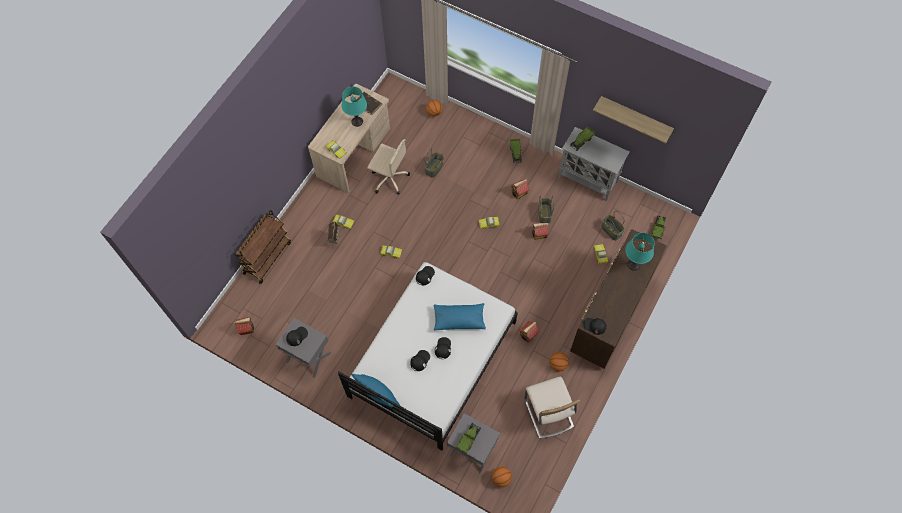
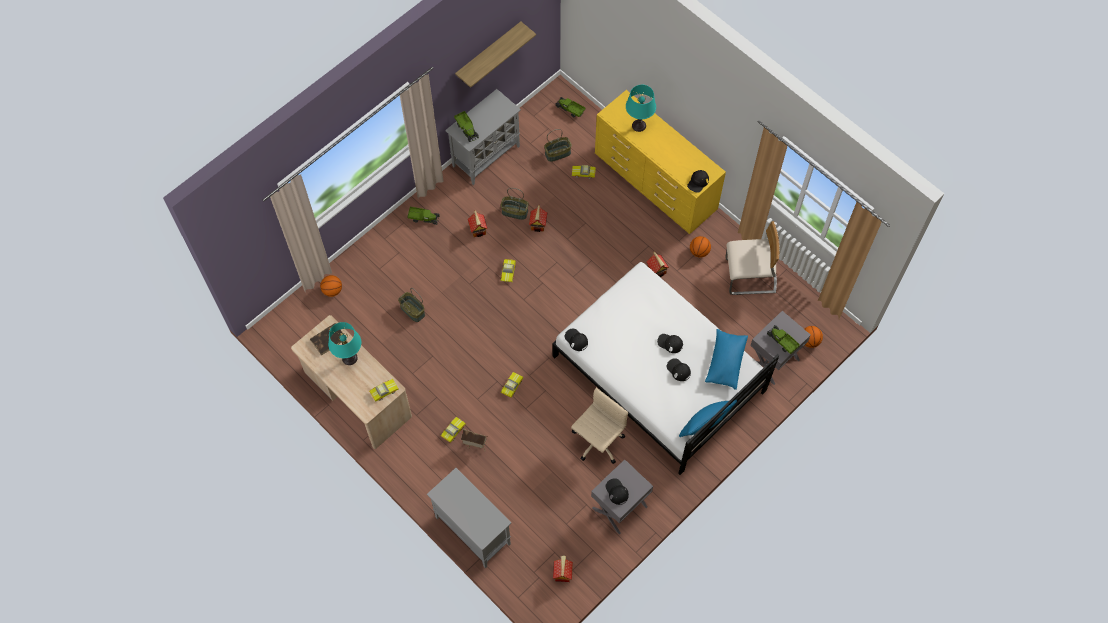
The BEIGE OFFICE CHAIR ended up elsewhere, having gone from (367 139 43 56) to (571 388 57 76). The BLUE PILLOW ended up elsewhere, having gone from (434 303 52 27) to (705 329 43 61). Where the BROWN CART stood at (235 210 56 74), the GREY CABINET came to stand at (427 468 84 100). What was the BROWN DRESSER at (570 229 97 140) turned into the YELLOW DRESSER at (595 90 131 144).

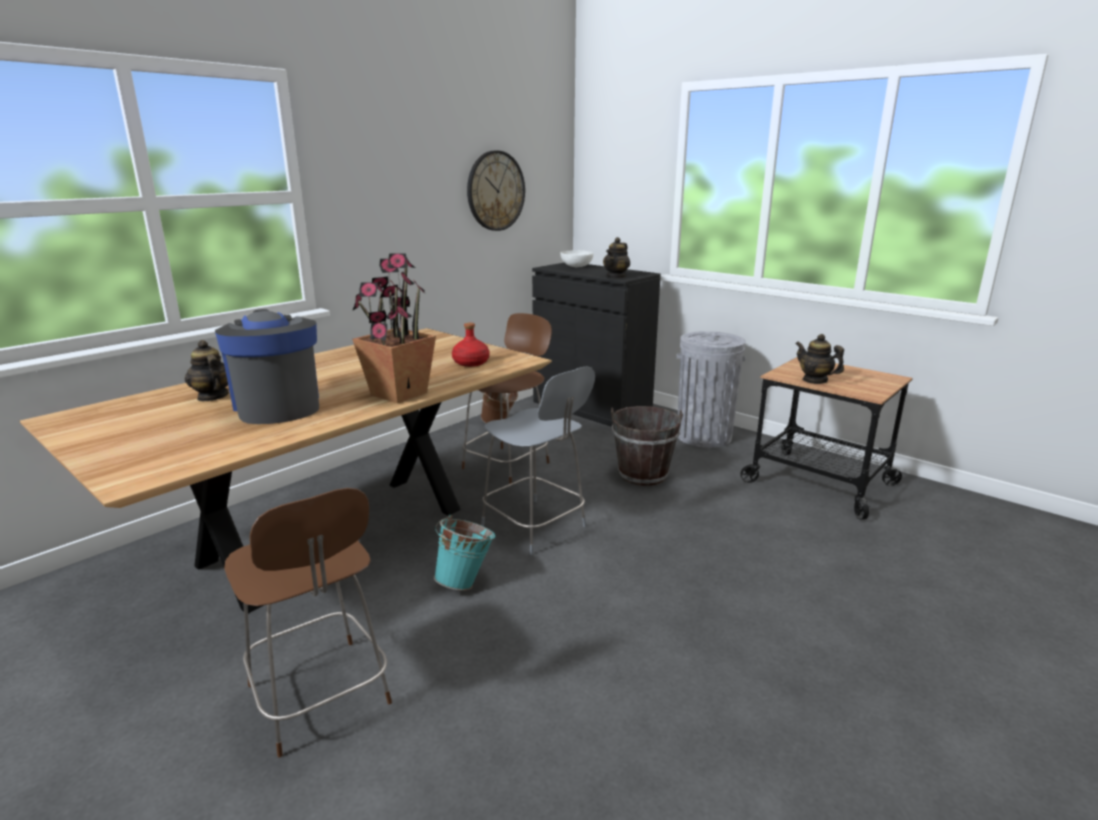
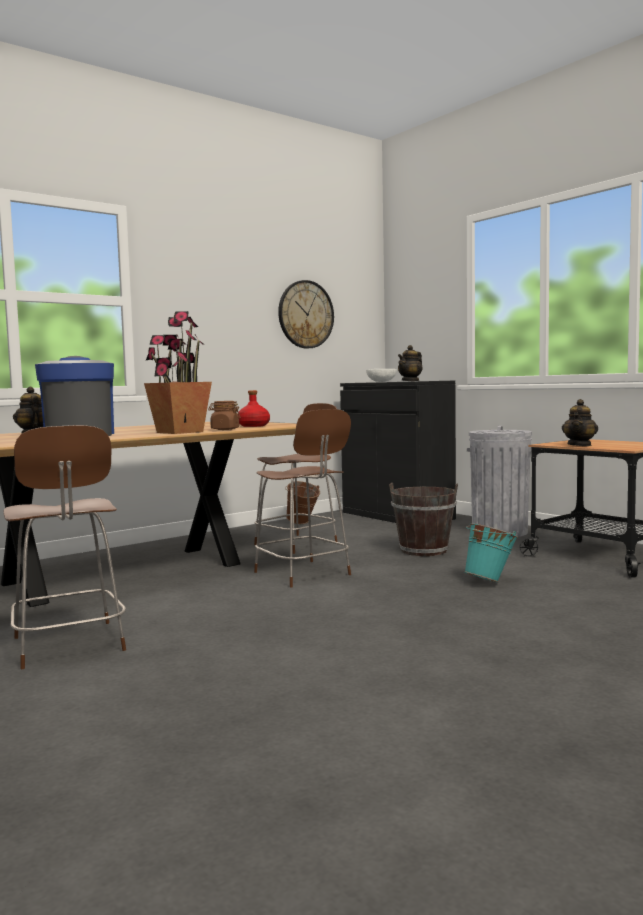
The second view gained the BROWN JAR at (208 401 32 29). The TURQUOISE BUCKET ended up elsewhere, having gone from (434 515 61 75) to (464 523 54 59). What was the GREY CHAIR at (481 366 114 189) turned into the BROWN CHAIR at (254 409 97 178). The TEAPOT at (796 334 48 50) ended up facing another way, 120 degrees counterclockwise from before.

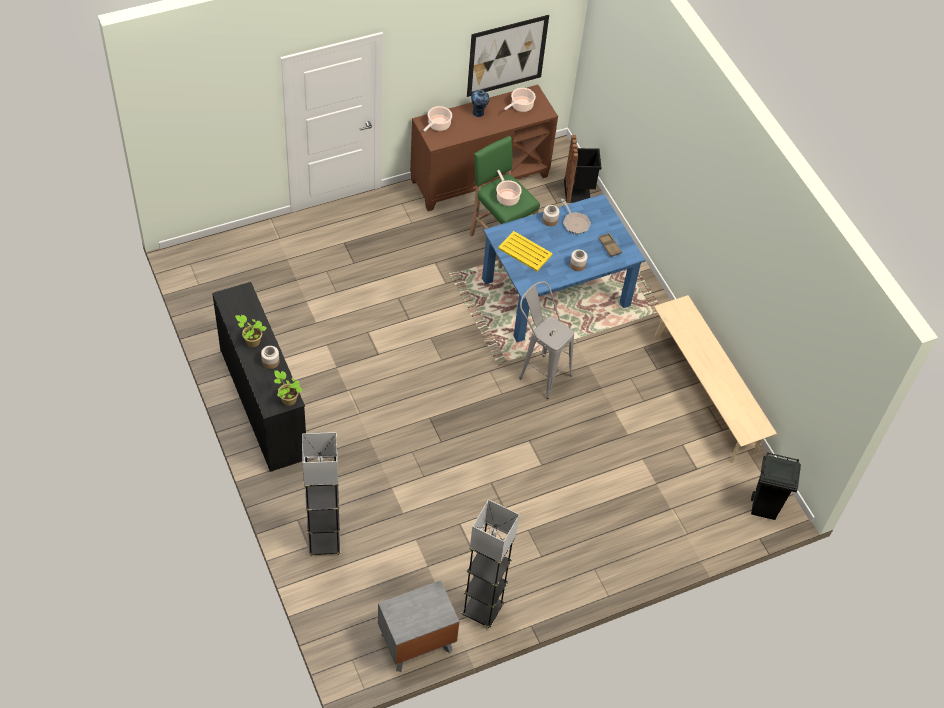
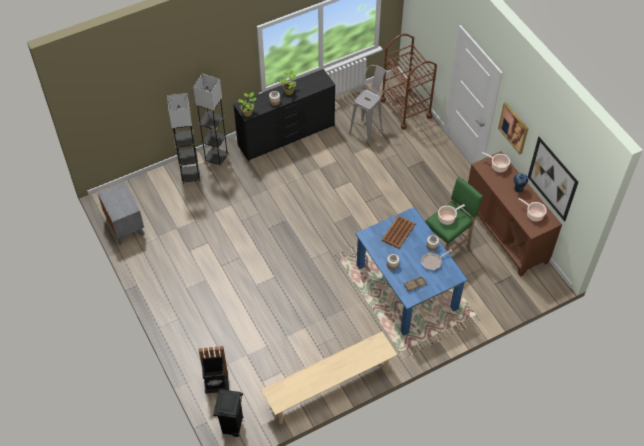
The second view gained the BROWN CART at (381 34 56 96). The second view gained the PICTURE at (498 102 30 52). The GREY FLOOR LAMP ended up elsewhere, having gone from (461 499 59 129) to (193 74 36 93). The GREY STOOL ended up elsewhere, having gone from (519 281 55 118) to (349 65 41 80). The BLACK TRASH CAN ended up elsewhere, having gone from (564 135 37 68) to (199 346 30 48). What was the YELLOW TRAY at (498 231 54 40) turned into the BROWN TRAY at (382 215 33 34).

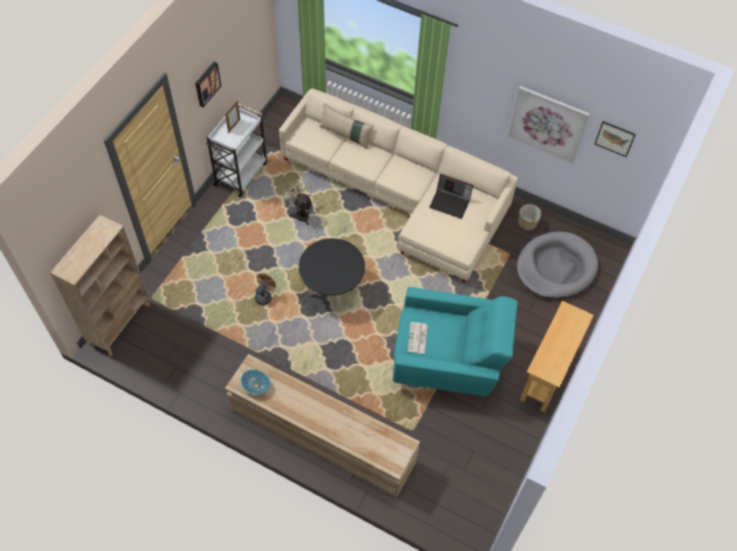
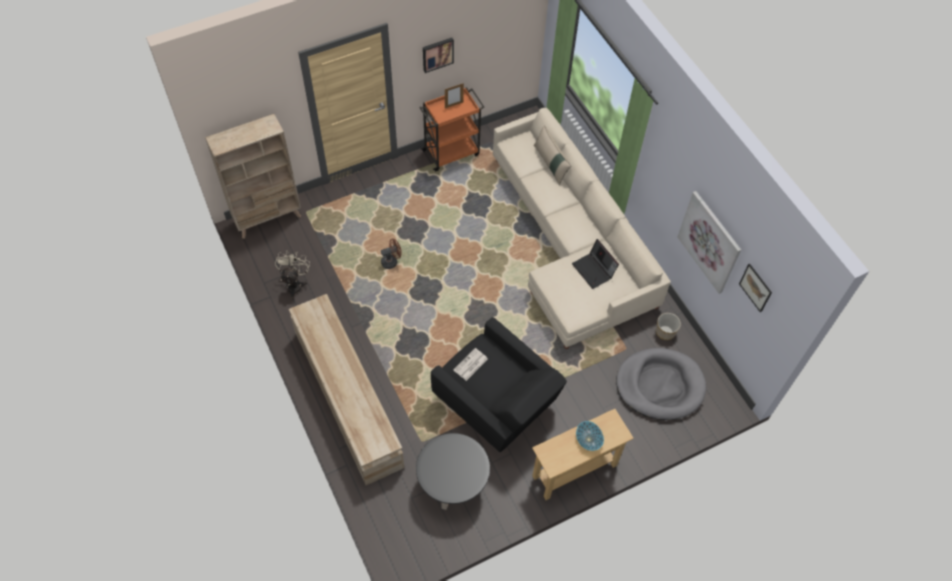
The BOWL ended up elsewhere, having gone from (241 369 29 26) to (576 421 28 30). The BEIGE FAN ended up elsewhere, having gone from (280 179 33 46) to (275 250 35 49). The BLACK COFFEE TABLE ended up elsewhere, having gone from (299 238 66 71) to (416 433 74 77). What was the WHITE CART at (206 104 61 94) turned into the ORANGE CART at (419 87 65 85). What was the TURQUOISE ARMCHAIR at (393 287 125 109) turned into the BLACK ARMCHAIR at (431 317 136 135).

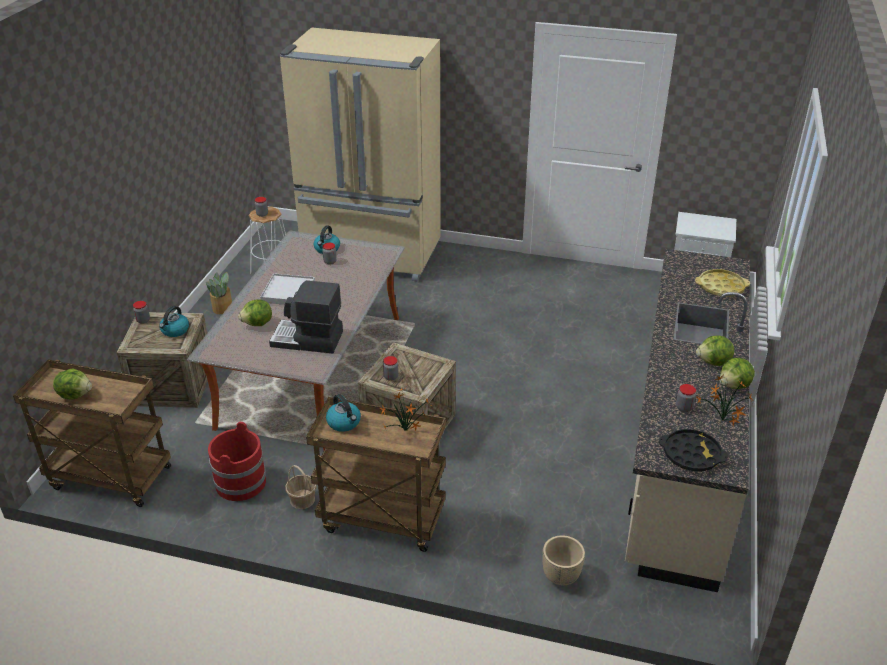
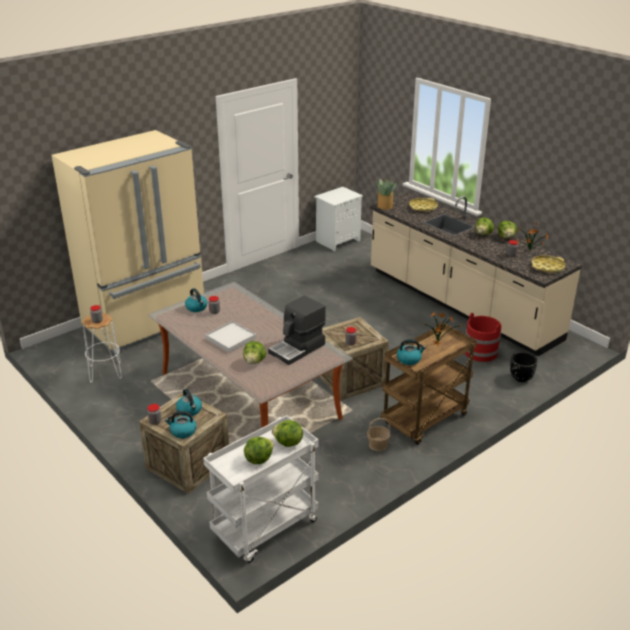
The second view gained the KETTLE at (165 411 31 27). The second view gained the LETTUCE at (272 420 31 27). The POTTED PLANT ended up elsewhere, having gone from (206 272 26 42) to (376 179 21 31). The RED BUCKET ended up elsewhere, having gone from (208 422 58 79) to (465 313 36 49). What was the BROWN CART at (13 360 158 147) turned into the WHITE CART at (203 415 116 148). What was the BEIGE PLANTER at (542 535 43 50) turned into the BLACK PLANTER at (510 352 27 30). What was the BLACK TRAY at (659 429 69 42) turned into the YELLOW TRAY at (531 255 34 18).

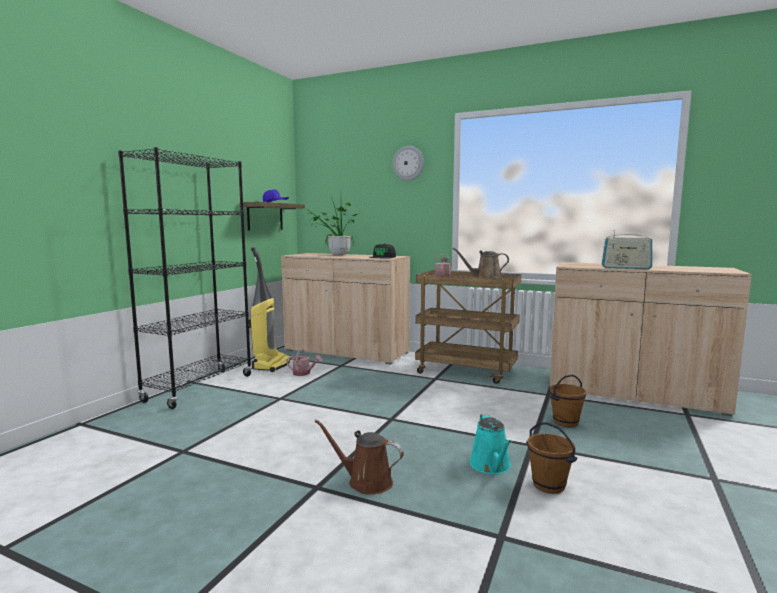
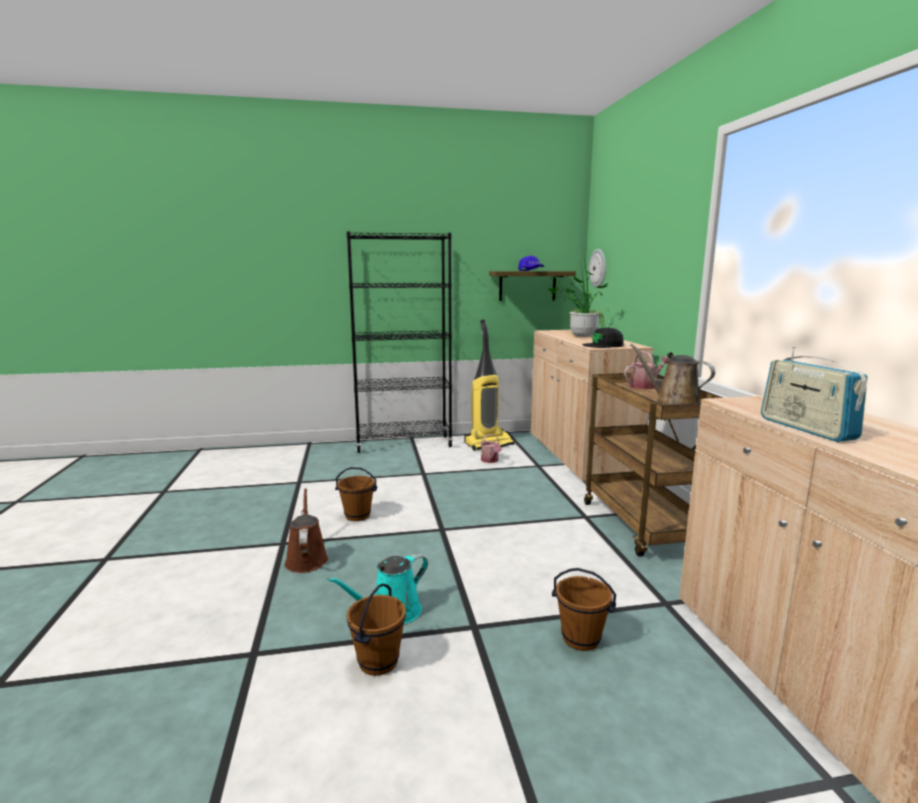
The second view gained the BROWN BUCKET at (335 467 42 54). The WALL CLOCK ended up elsewhere, having gone from (393 146 31 35) to (589 249 17 39).

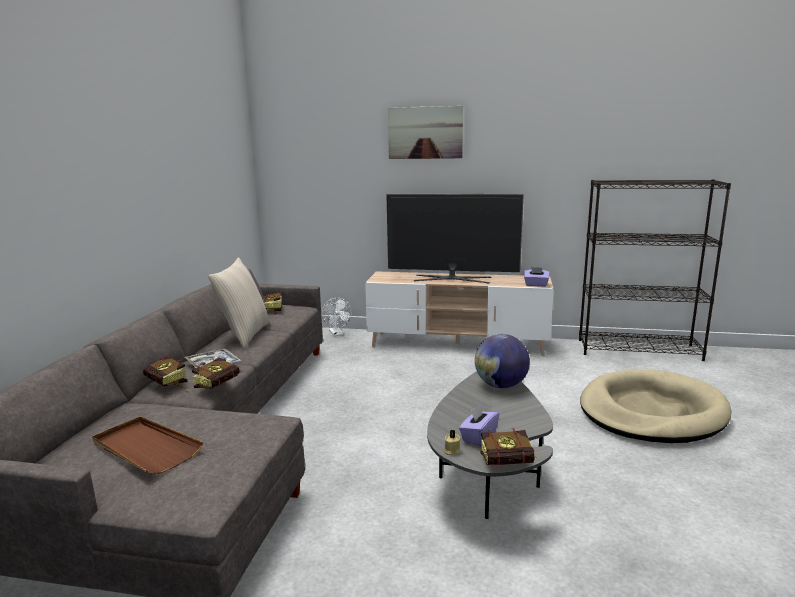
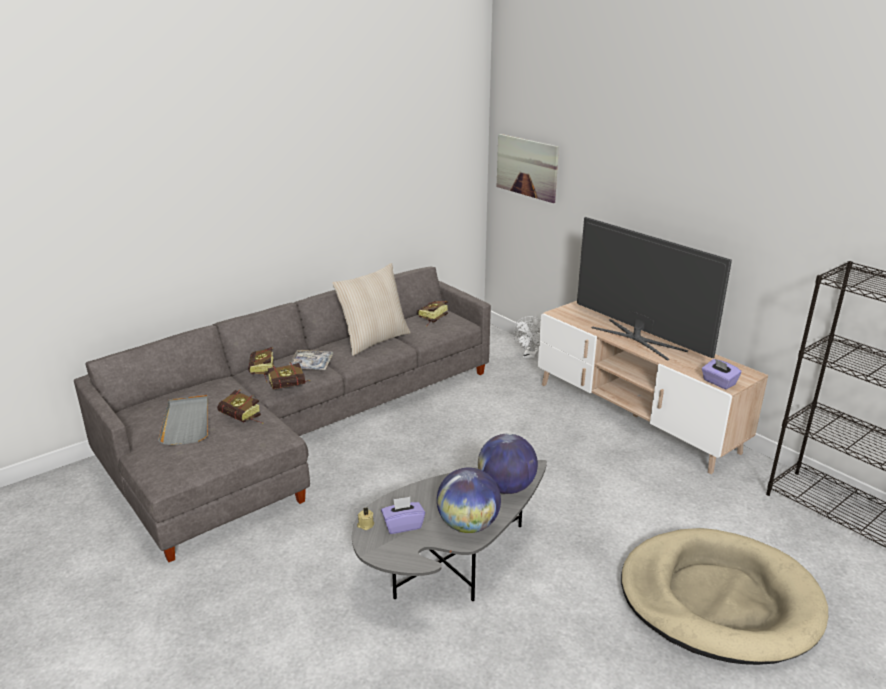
The second view gained the GLOBE at (437 467 64 66). The PICTURE ended up elsewhere, having gone from (388 106 75 53) to (497 134 62 69). The BOOK ended up elsewhere, having gone from (481 429 57 36) to (217 390 46 33). What was the BROWN TRAY at (92 417 111 57) turned into the GREY TRAY at (158 395 50 50).

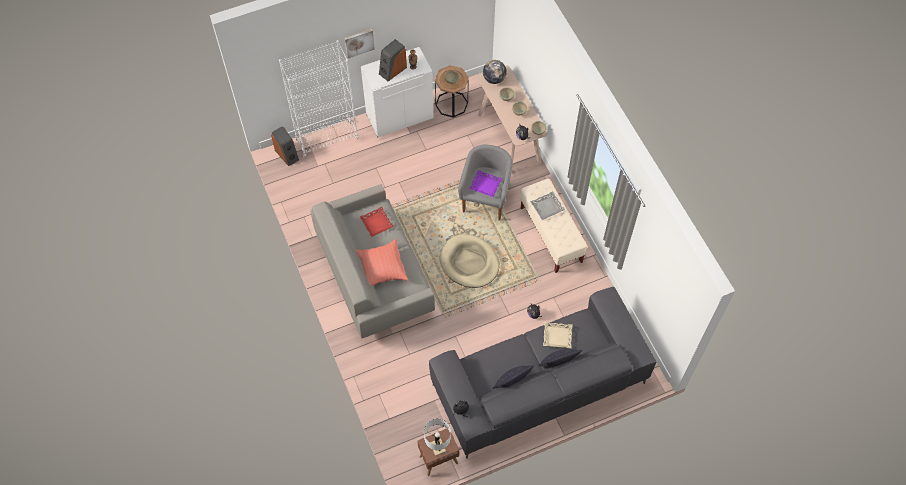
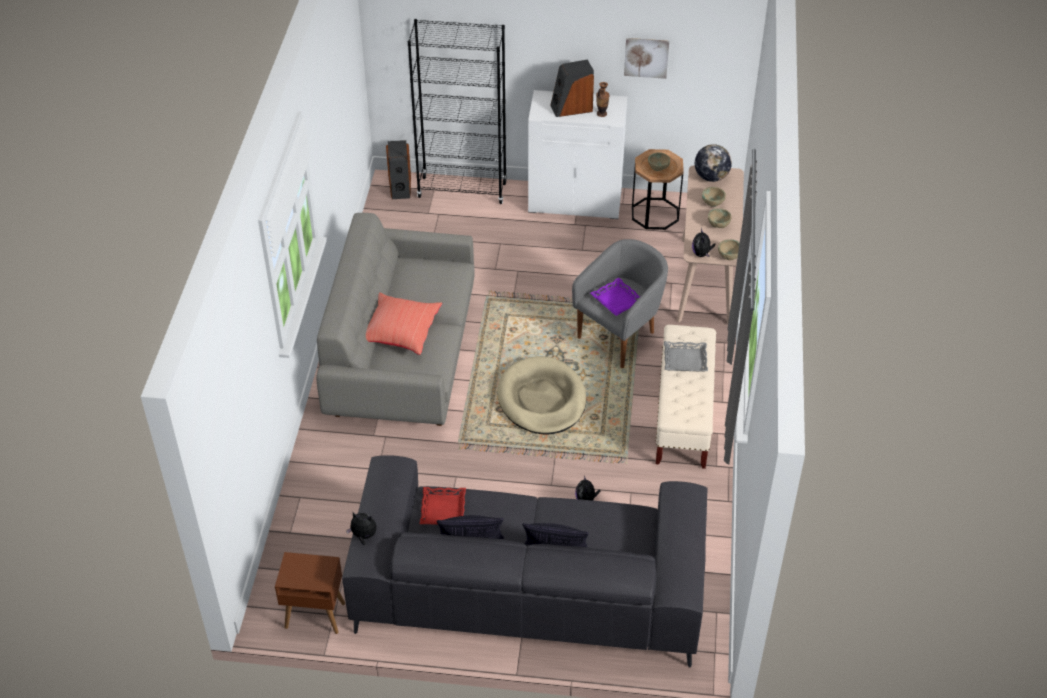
The second view lost the WHITE TABLE LAMP at (424 419 27 37). The second view lost the BEIGE TRAY at (543 322 30 26). The PICTURE ended up elsewhere, having gone from (345 29 30 29) to (624 38 45 41). The RED TRAY ended up elsewhere, having gone from (360 207 33 30) to (420 487 46 38). What was the WHITE BOOKCASE at (279 40 80 118) turned into the BLACK BOOKCASE at (408 19 99 185).

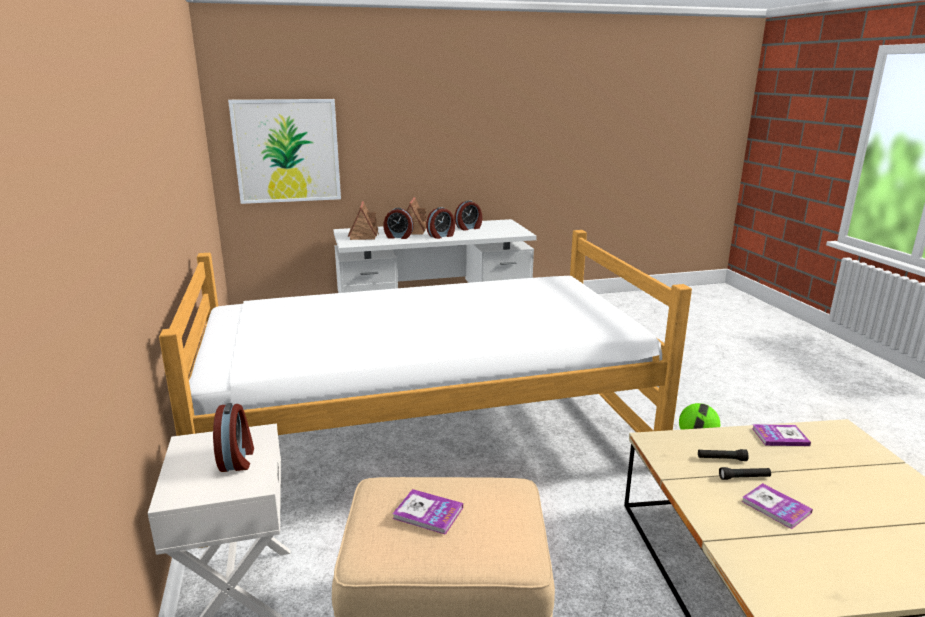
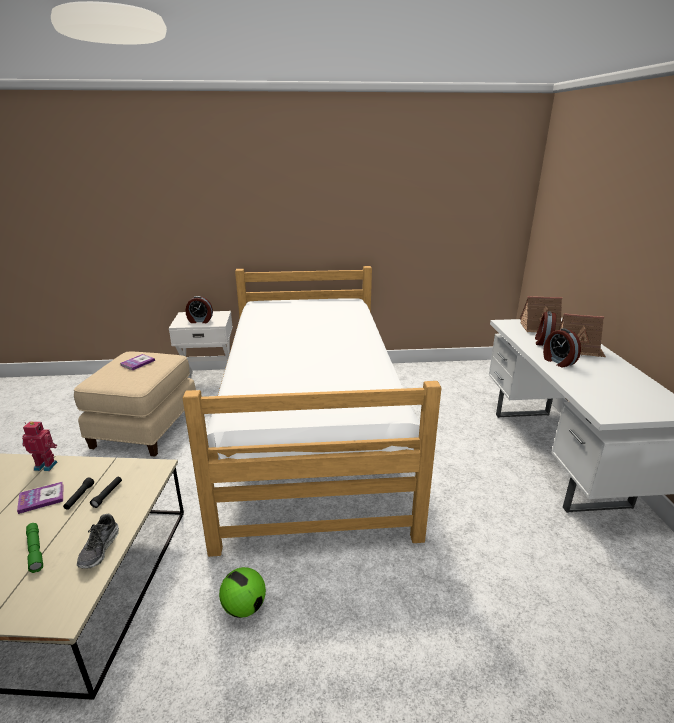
The second view lost the PICTURE at (228 99 113 105). The second view lost the ALARM CLOCK at (455 200 27 31). The second view gained the TOY ROBOT at (22 422 35 49). The second view gained the GREEN FLASHLIGHT at (26 523 17 50). Where the BOOK stood at (752 424 59 22), the SHOE came to stand at (77 514 42 55).

